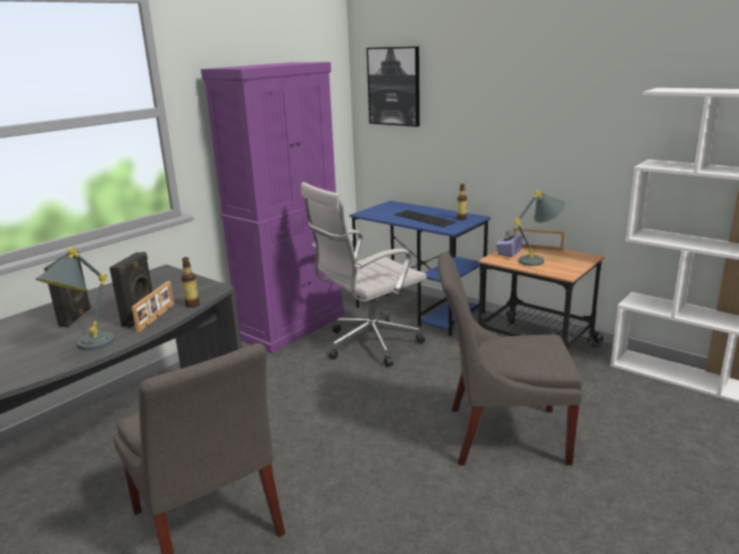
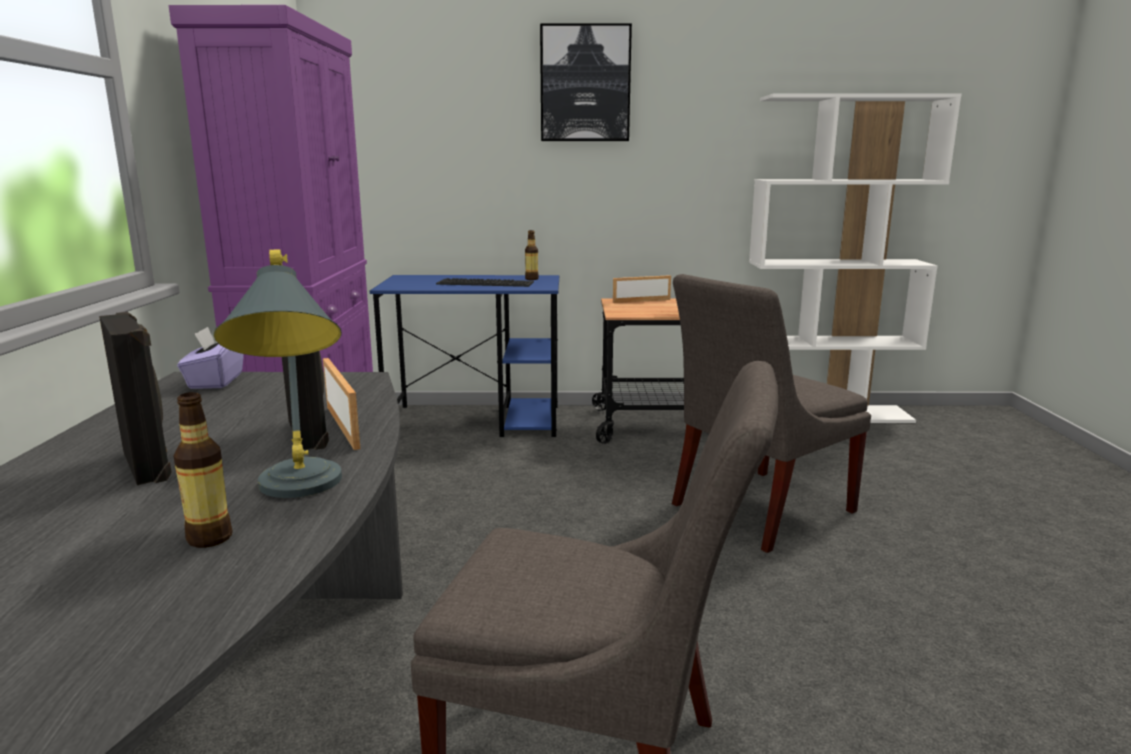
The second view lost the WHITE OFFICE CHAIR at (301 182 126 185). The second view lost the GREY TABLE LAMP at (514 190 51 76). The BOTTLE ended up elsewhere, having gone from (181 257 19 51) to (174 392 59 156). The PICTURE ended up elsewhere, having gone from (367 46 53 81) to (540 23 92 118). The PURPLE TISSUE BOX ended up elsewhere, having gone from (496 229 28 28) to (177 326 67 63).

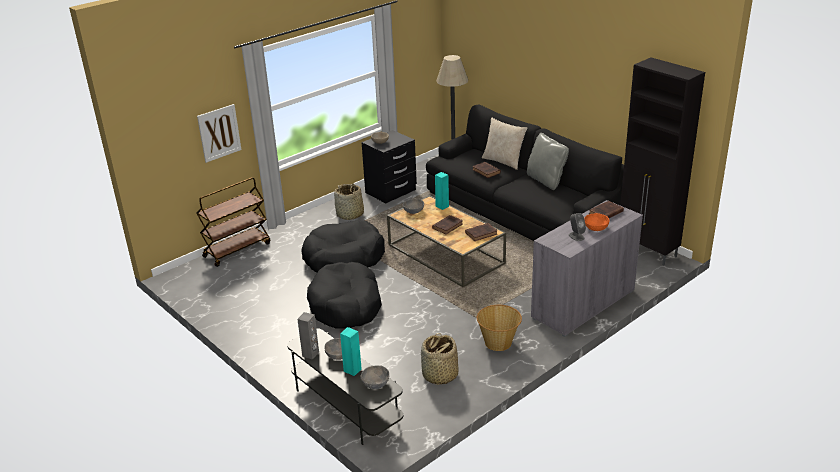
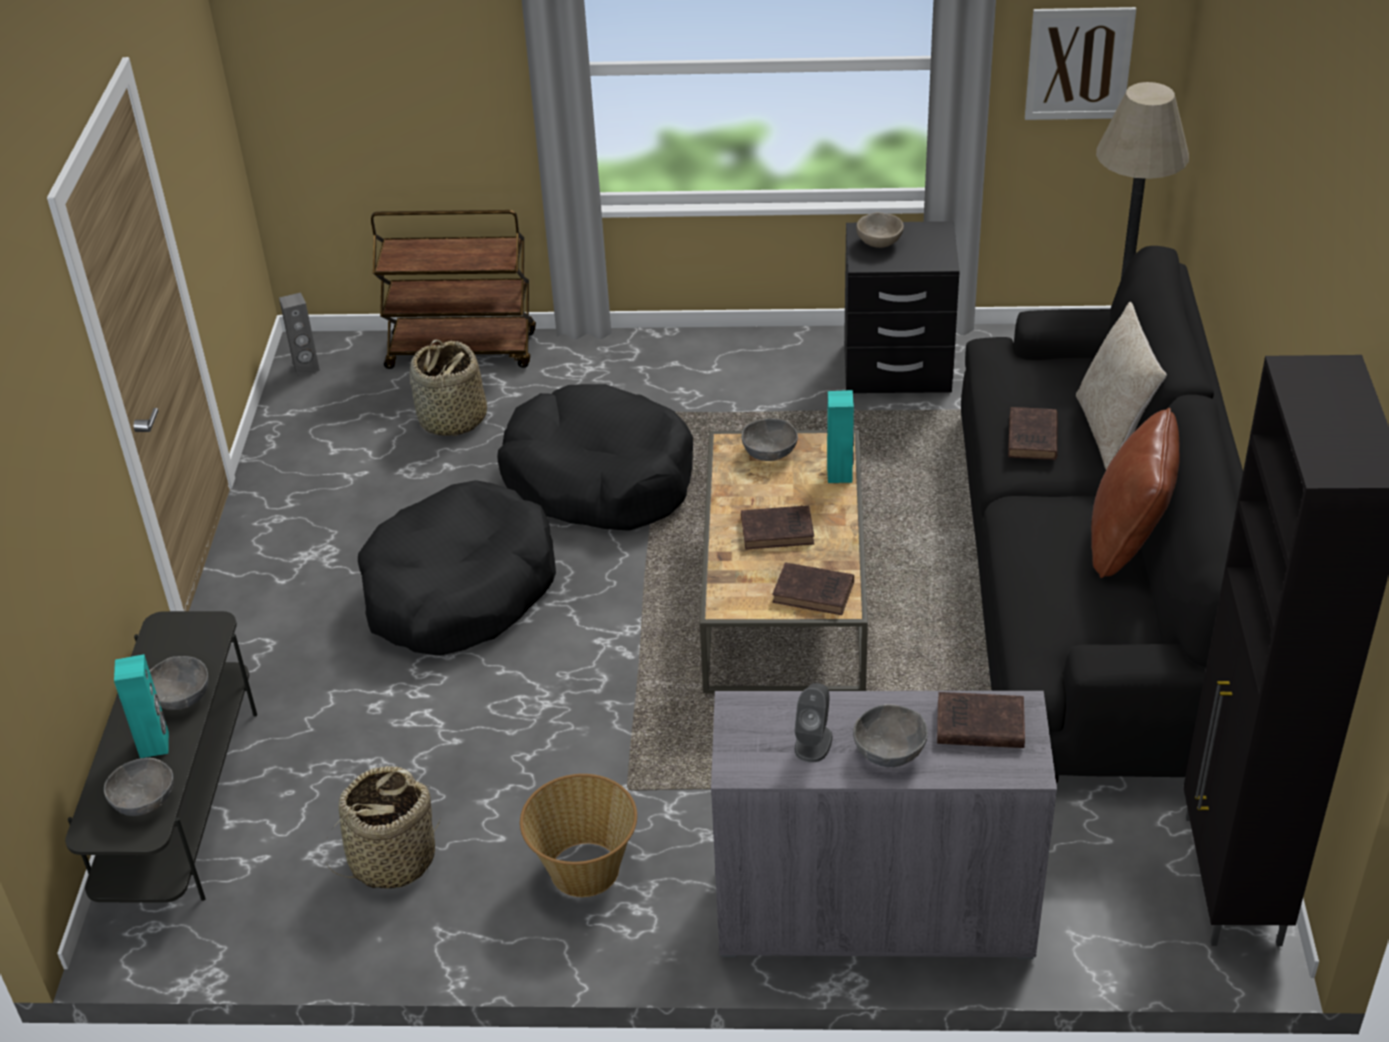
The PICTURE ended up elsewhere, having gone from (197 104 45 59) to (1025 7 111 113). The GREY SPEAKER ended up elsewhere, having gone from (297 312 22 48) to (279 292 41 84). The BASKET ended up elsewhere, having gone from (334 184 30 36) to (410 339 77 97). What was the GREY PILLOW at (527 133 42 57) turned into the BROWN PILLOW at (1091 408 89 170). What was the ORANGE BOWL at (584 213 25 18) turned into the GREY BOWL at (853 704 75 63).

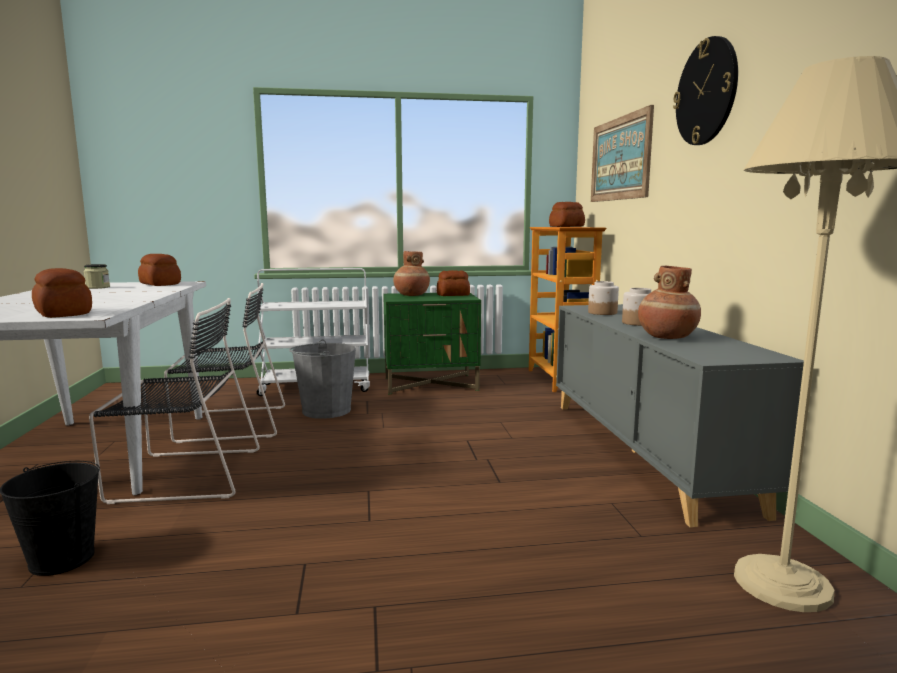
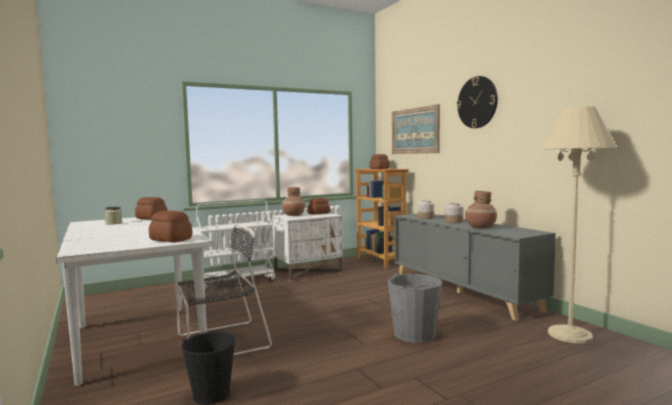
The second view lost the BLACK CHAIR at (164 283 121 160). The GREY BUCKET ended up elsewhere, having gone from (289 339 67 80) to (388 272 54 71). What was the GREEN NIGHTSTAND at (383 293 98 102) turned into the WHITE NIGHTSTAND at (272 213 71 68).

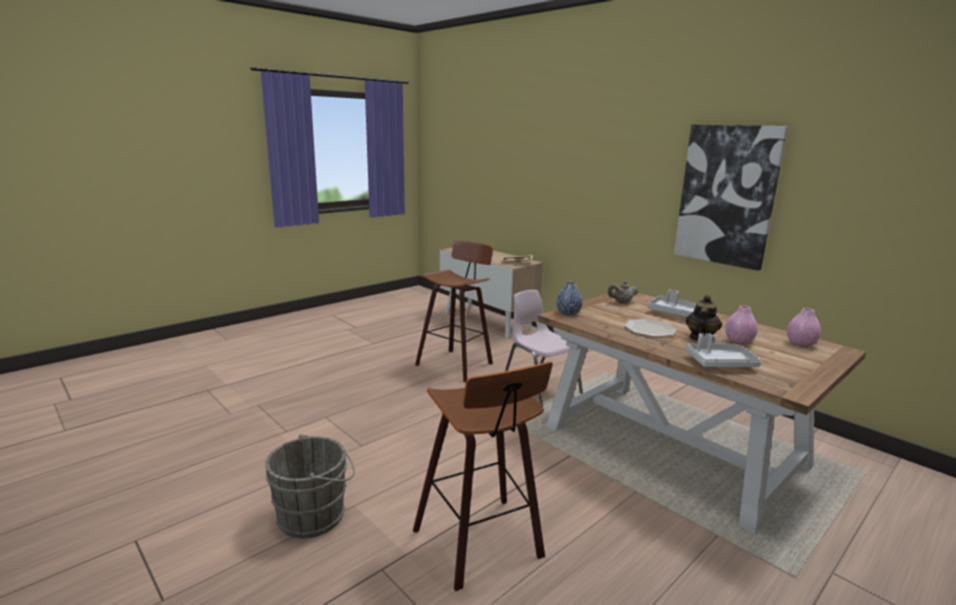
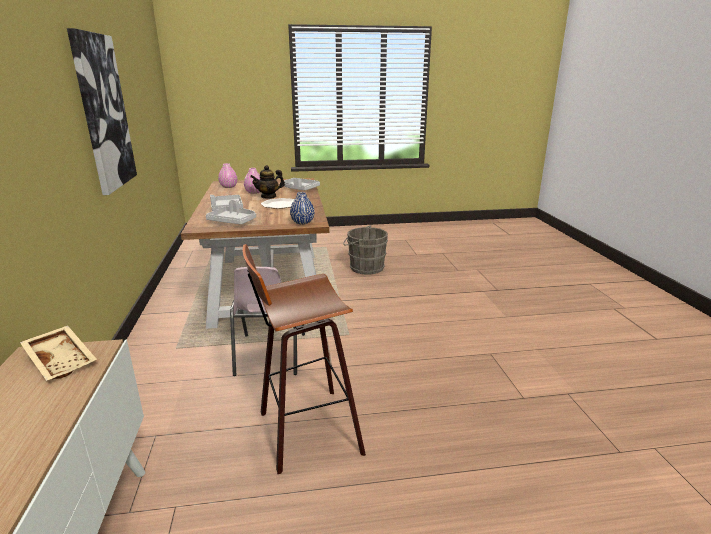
The second view lost the STOOL at (413 361 140 230). The GREY BUCKET ended up elsewhere, having gone from (265 434 90 104) to (343 225 45 50). Where the BEIGE TEAPOT stood at (608 281 30 23), the GREY TRAY came to stand at (206 200 50 24).

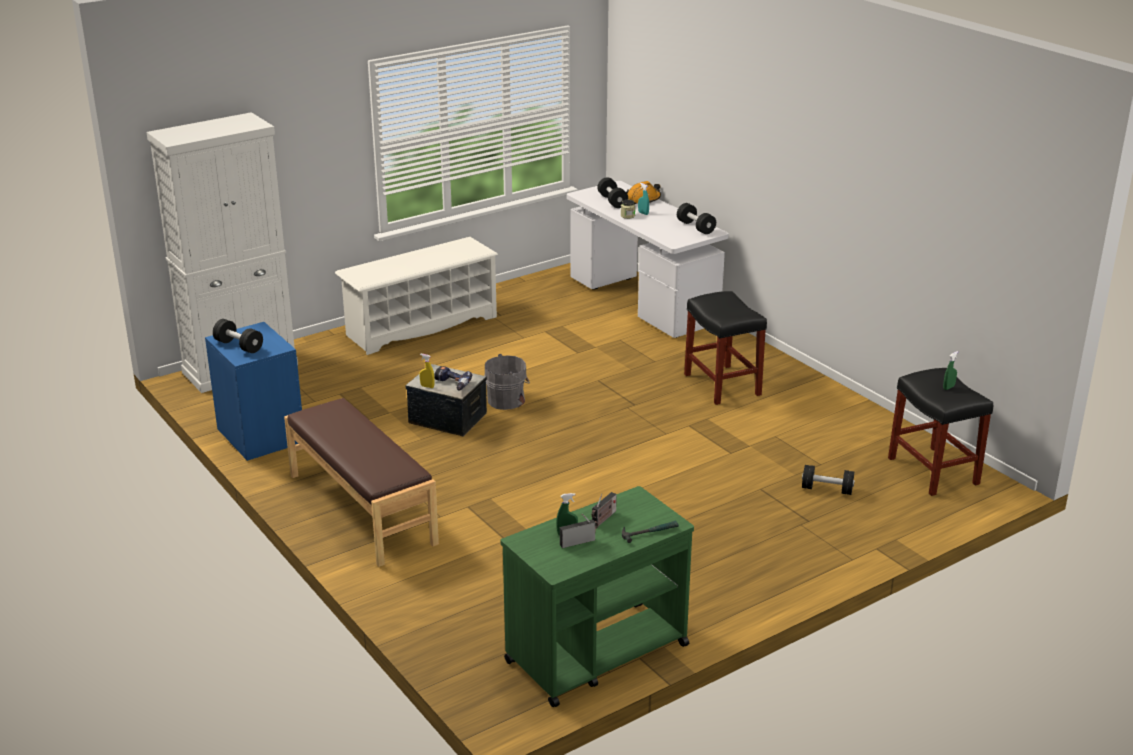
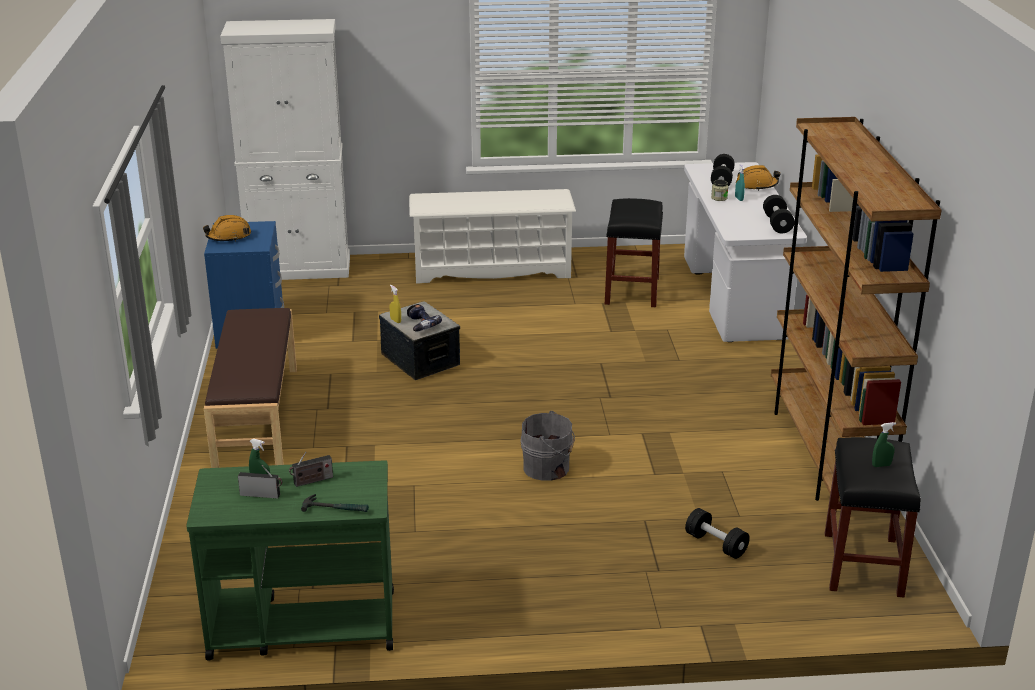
The second view gained the BROWN BOOKCASE at (771 117 171 385). The GREY BUCKET ended up elsewhere, having gone from (484 354 46 56) to (521 411 54 70). The BLACK STOOL ended up elsewhere, having gone from (684 291 83 114) to (605 198 58 109). Where the BLACK DUMBBELL stood at (213 319 50 34), the ORANGE HARD HAT came to stand at (203 215 48 27).

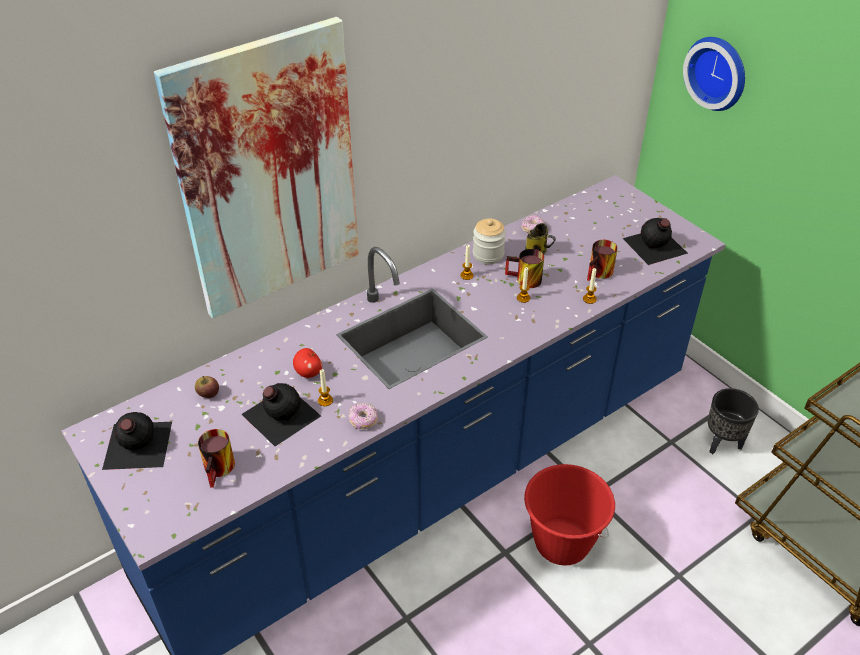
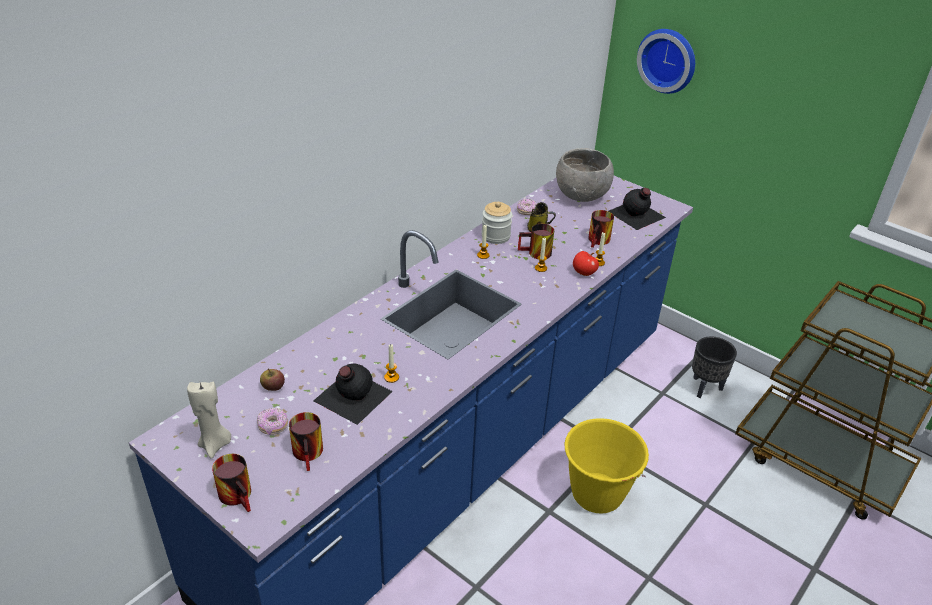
The second view lost the PICTURE at (154 17 205 301). The second view gained the MUG at (212 454 39 58). The second view gained the GREY BOWL at (556 148 58 54). The APPLE ended up elsewhere, having gone from (293 348 29 30) to (573 251 26 25). The DONUT ended up elsewhere, having gone from (349 403 29 26) to (257 408 31 27). Where the BLACK BOTTLE stood at (102 412 70 58), the BEIGE CANDLE came to stand at (187 382 44 77). What was the RED BUCKET at (524 464 91 101) turned into the YELLOW BUCKET at (565 418 84 95).

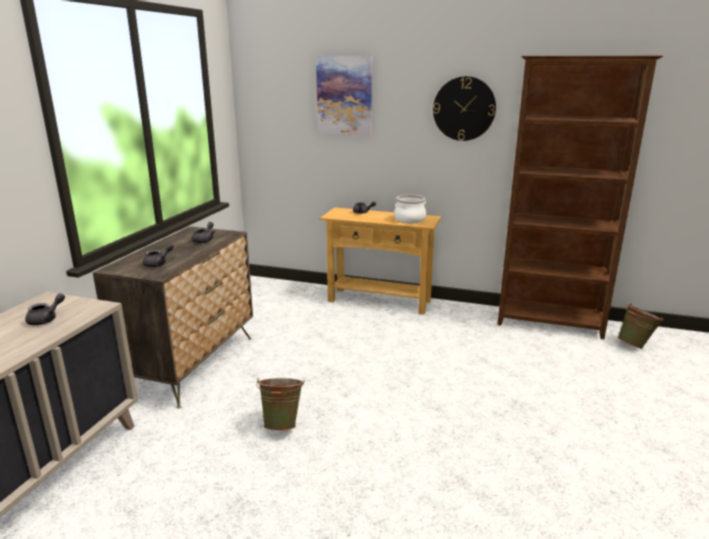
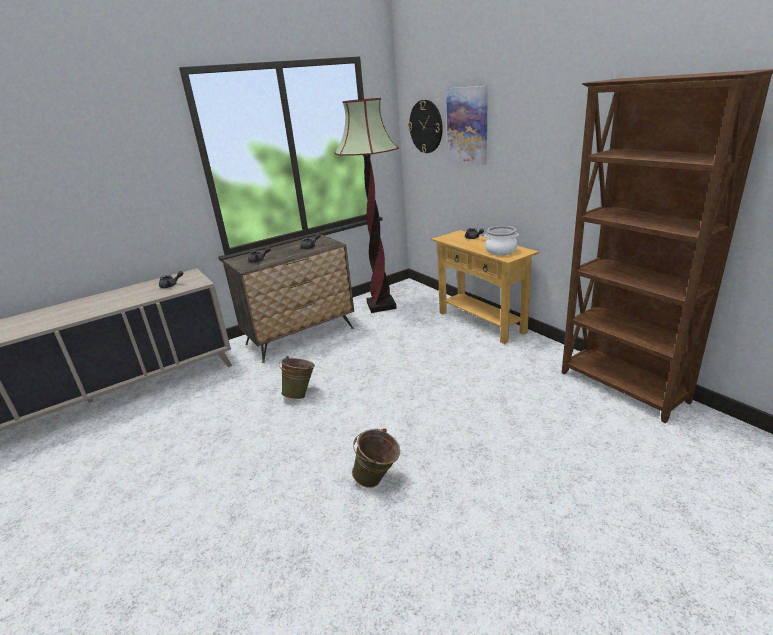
The second view gained the FLOOR LAMP at (335 98 64 215). The WALL CLOCK ended up elsewhere, having gone from (433 76 63 65) to (408 100 35 53). The GREEN BUCKET ended up elsewhere, having gone from (617 303 47 46) to (352 428 48 60).

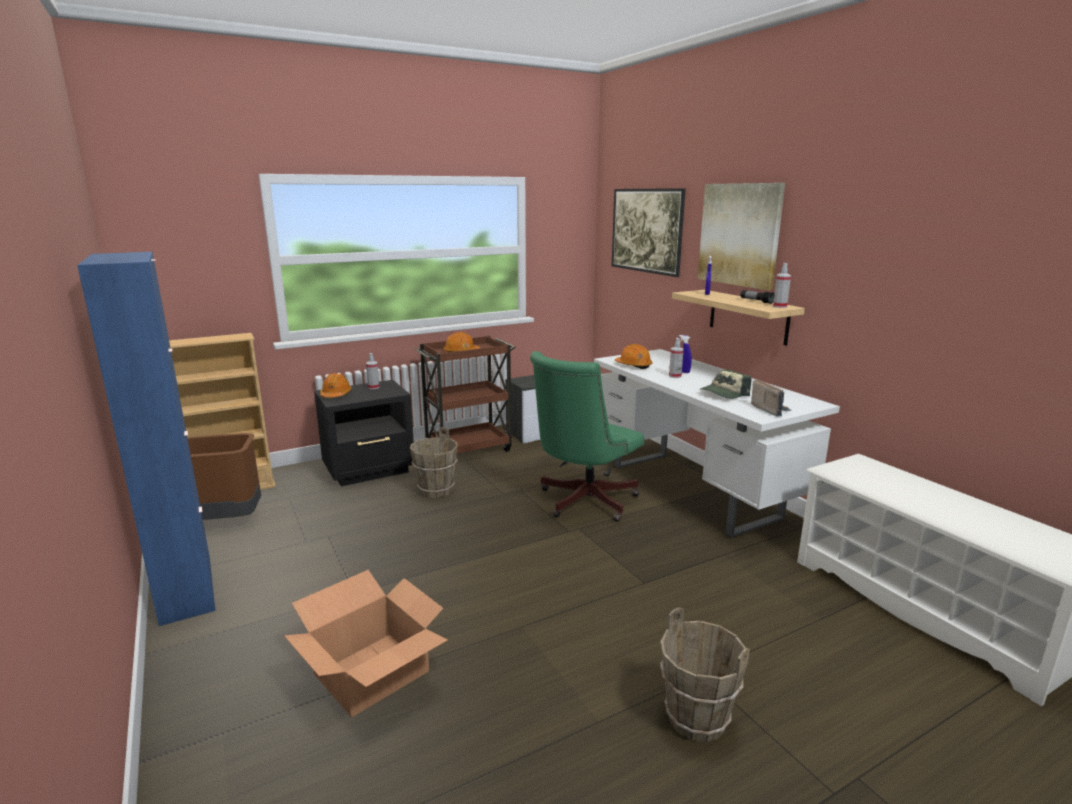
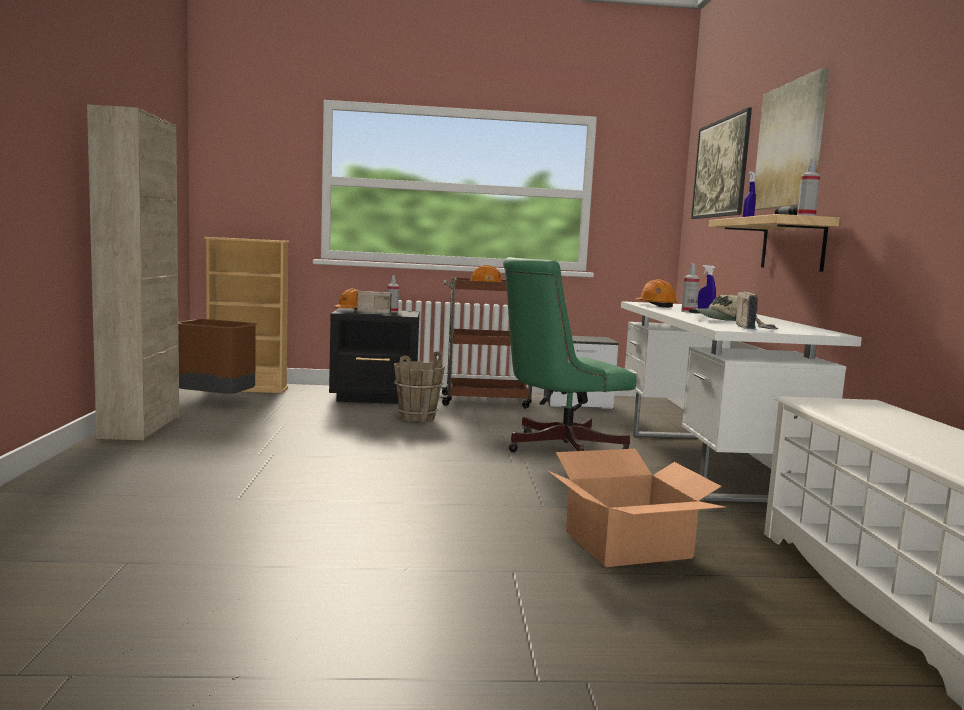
The second view lost the BROWN BUCKET at (660 607 90 135). The second view gained the RADIO at (357 291 35 23). The CARDBOARD BOX ended up elsewhere, having gone from (284 570 163 147) to (547 449 179 118). What was the BLUE CABINET at (77 252 139 374) turned into the BEIGE CABINET at (87 105 92 335).

